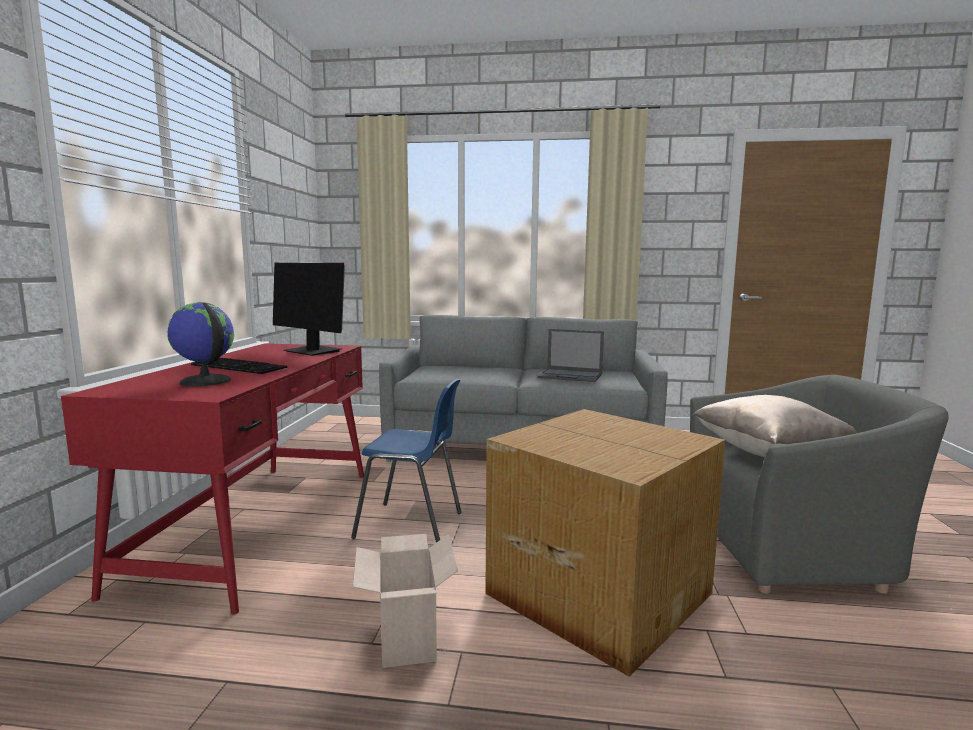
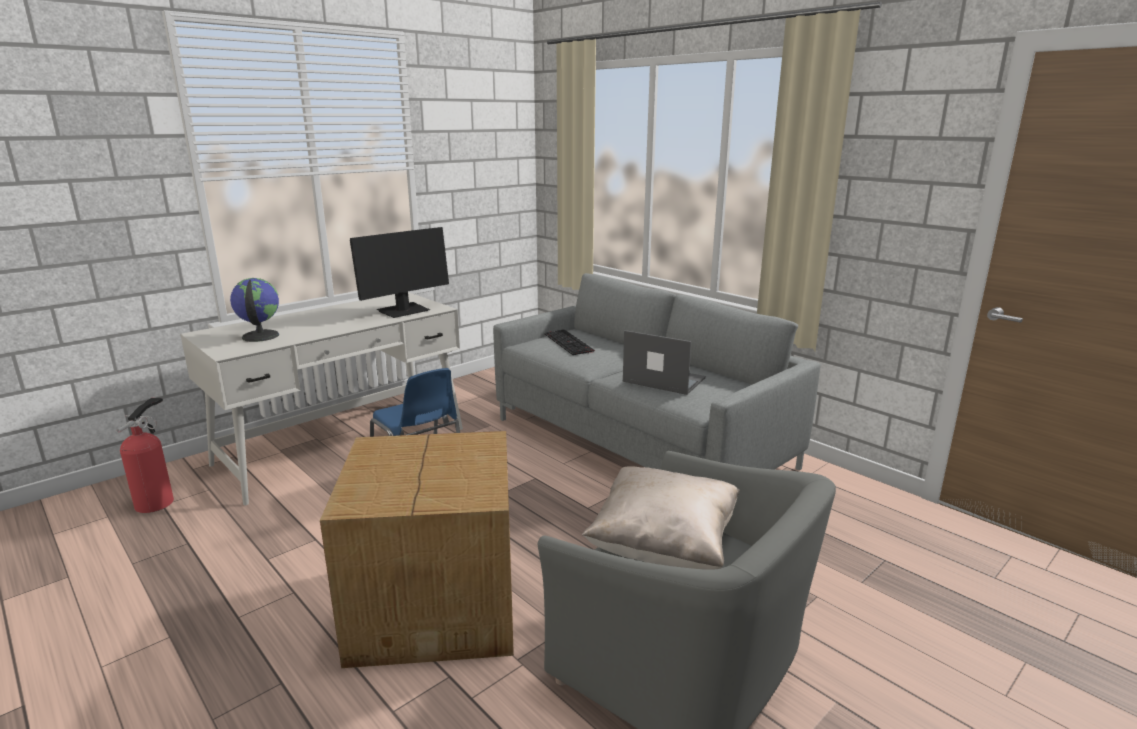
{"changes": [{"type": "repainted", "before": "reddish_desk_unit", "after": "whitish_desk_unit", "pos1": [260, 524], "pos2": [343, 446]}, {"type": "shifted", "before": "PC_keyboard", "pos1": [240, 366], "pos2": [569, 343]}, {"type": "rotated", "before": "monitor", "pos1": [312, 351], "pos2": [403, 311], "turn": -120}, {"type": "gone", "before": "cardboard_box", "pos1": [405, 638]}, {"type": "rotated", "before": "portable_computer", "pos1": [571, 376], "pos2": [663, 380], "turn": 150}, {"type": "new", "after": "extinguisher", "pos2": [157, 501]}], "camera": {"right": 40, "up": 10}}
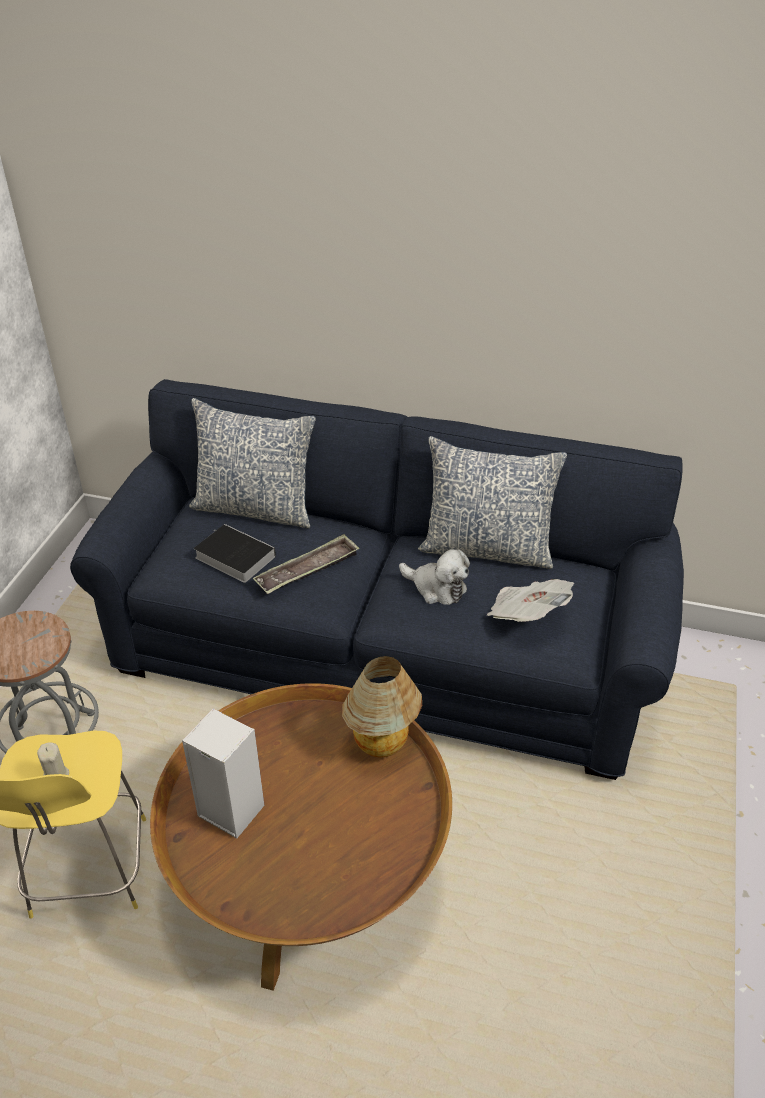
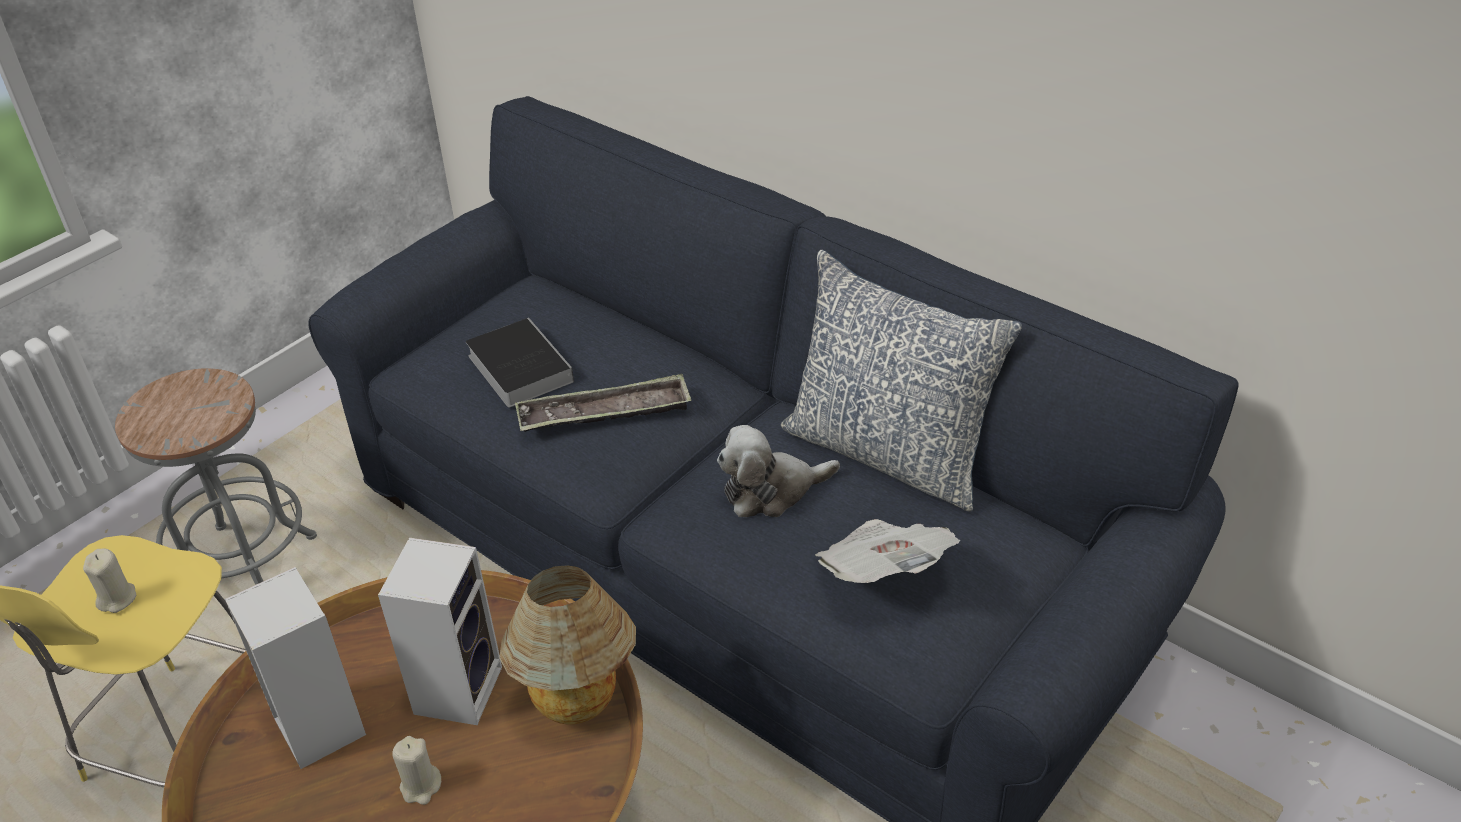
{"changes": [{"type": "gone", "before": "throw_pillow", "pos1": [255, 508]}, {"type": "rotated", "before": "cuddly_toy", "pos1": [436, 588], "pos2": [771, 491], "turn": 105}, {"type": "new", "after": "loudspeaker", "pos2": [458, 687]}, {"type": "new", "after": "beige-coloured_wax_candle", "pos2": [421, 786]}], "camera": {"right": 25, "up": 0}}
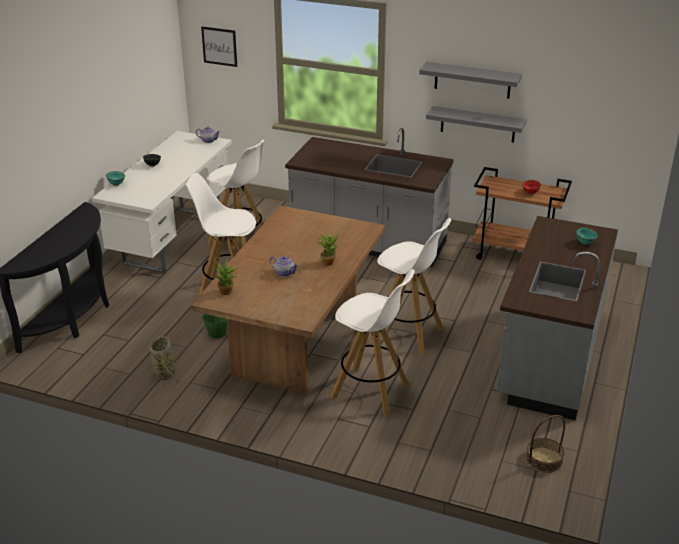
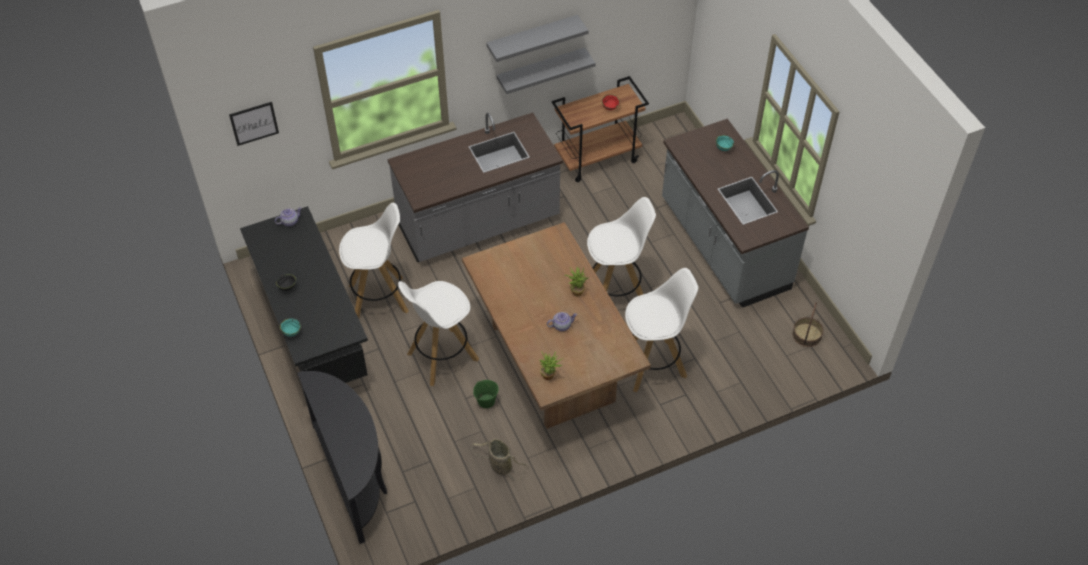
{"changes": [{"type": "repainted", "before": "whitish_desk_unit", "after": "black-coloured_desk_unit", "pos1": [173, 238], "pos2": [313, 335]}], "camera": {"right": -45, "up": 20}}
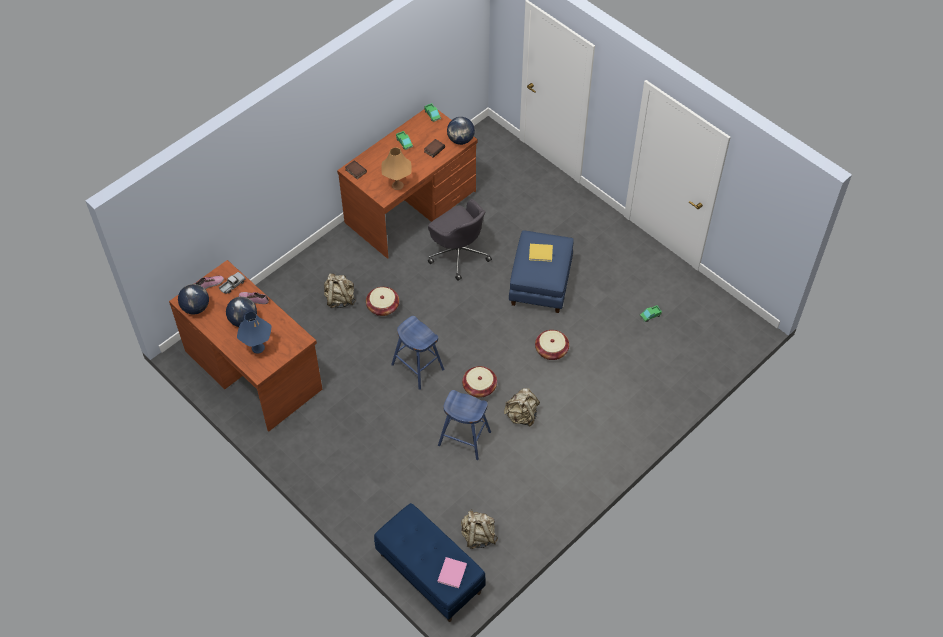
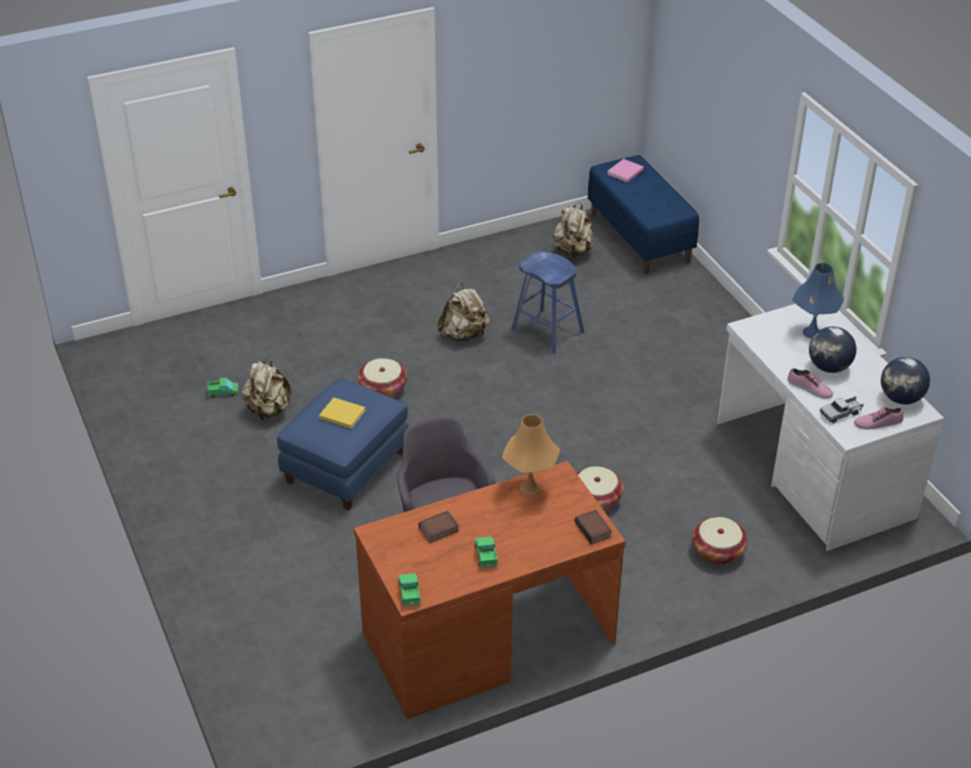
{"changes": [{"type": "repainted", "before": "brown-coloured_desk_unit", "after": "whitish_desk_unit", "pos1": [253, 369], "pos2": [812, 470]}, {"type": "shifted", "before": "beige-coloured_rucksack", "pos1": [339, 299], "pos2": [268, 410]}, {"type": "gone", "before": "blue-coloured_stool", "pos1": [418, 367]}, {"type": "gone", "before": "globe", "pos1": [461, 140]}, {"type": "shifted", "before": "household_basket", "pos1": [479, 387], "pos2": [718, 551]}], "camera": {"right": -160, "up": -15}}
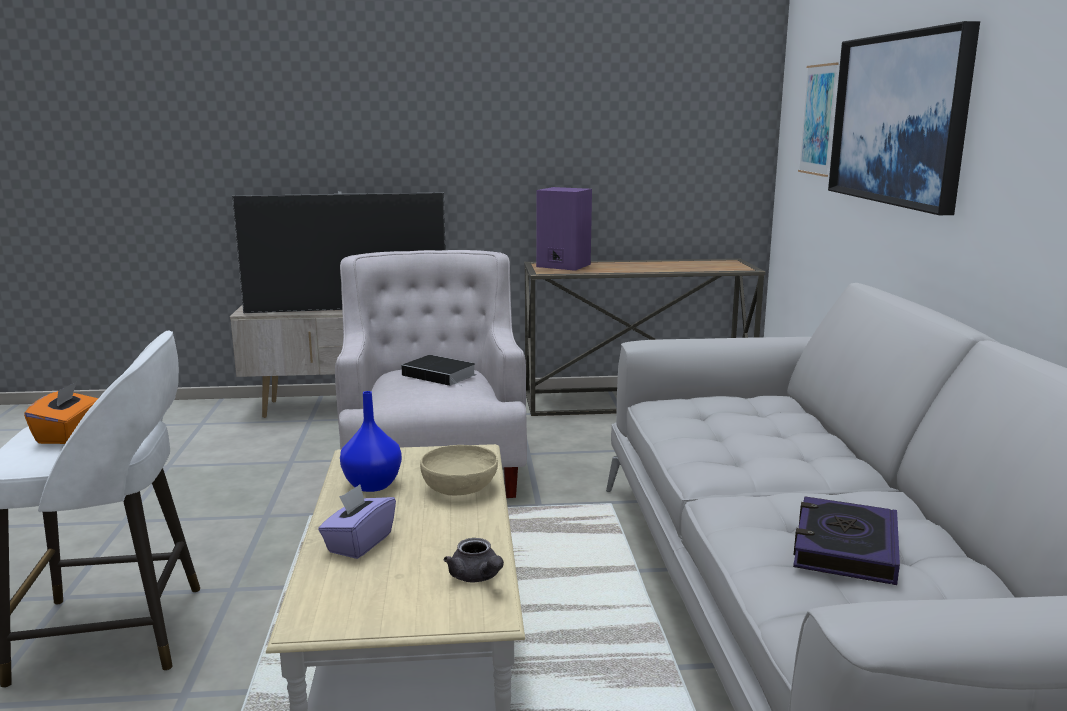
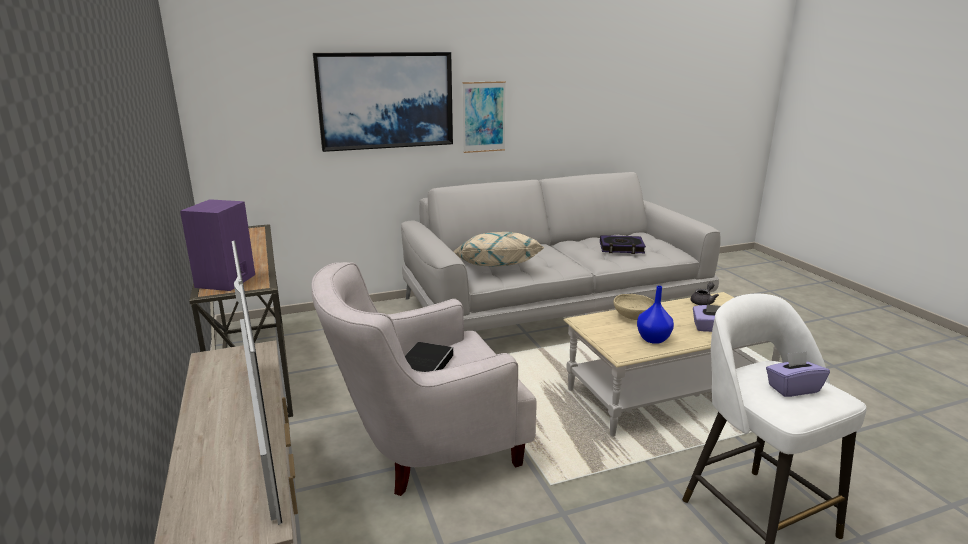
{"changes": [{"type": "repainted", "before": "orangey_tissue_holder", "after": "purple-coloured_tissue_holder", "pos1": [69, 434], "pos2": [792, 388]}, {"type": "shifted", "before": "picture", "pos1": [818, 120], "pos2": [484, 117]}, {"type": "new", "after": "beige-coloured_throw_pillow", "pos2": [495, 266]}], "camera": {"right": -105, "up": 5}}
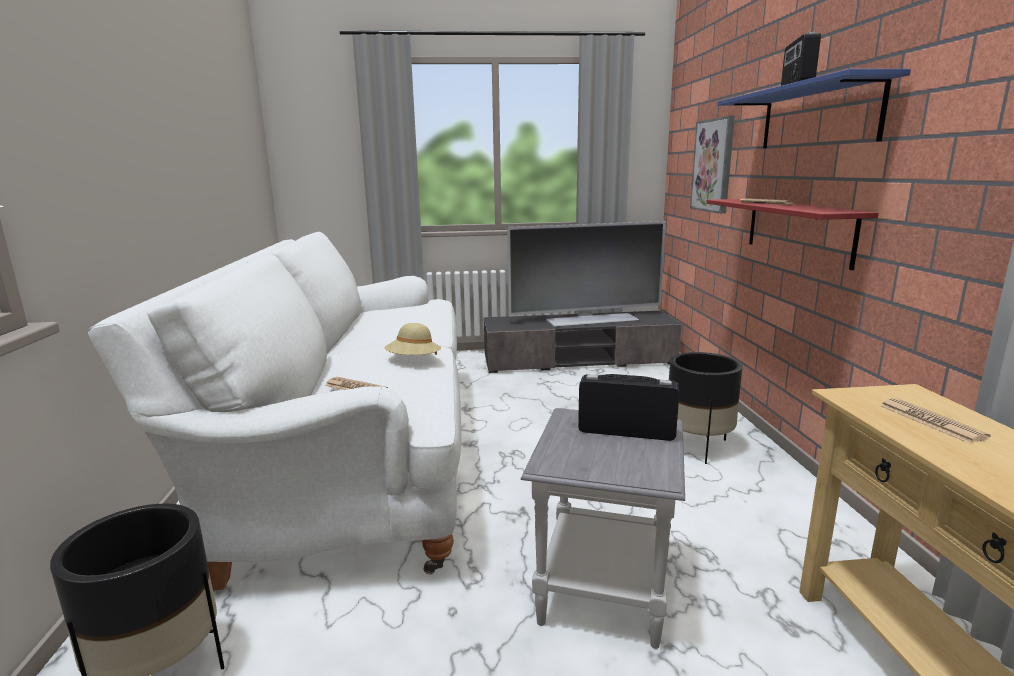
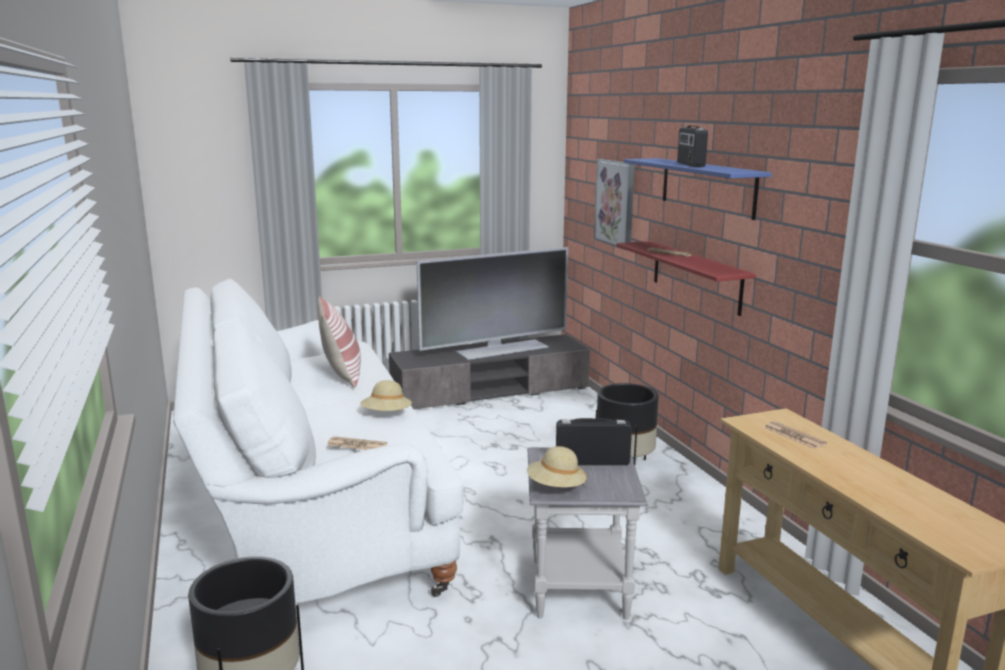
{"changes": [{"type": "new", "after": "throw_pillow", "pos2": [342, 375]}, {"type": "new", "after": "beige-coloured_wearable_hat", "pos2": [556, 487]}], "camera": {"right": -15, "up": 0}}
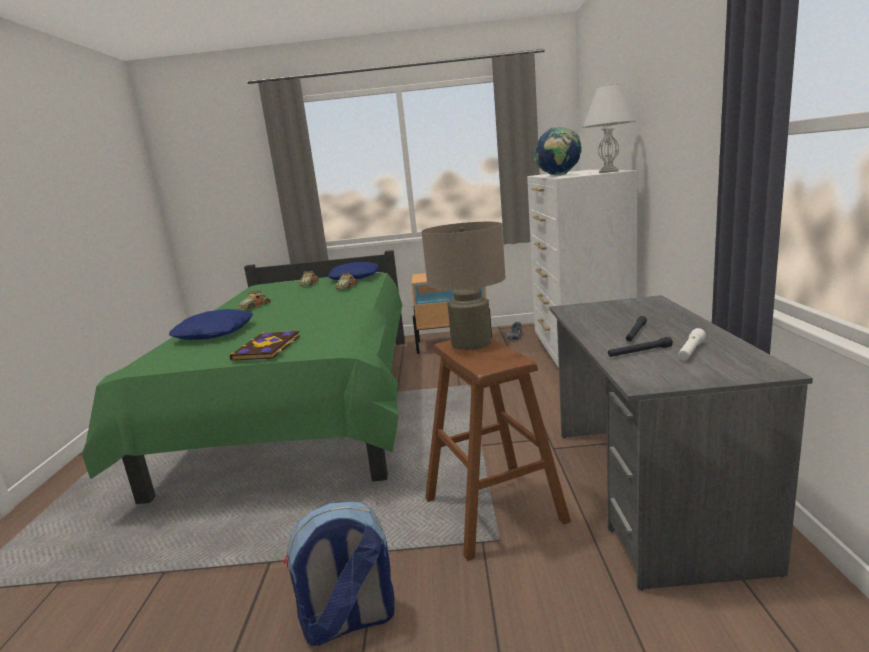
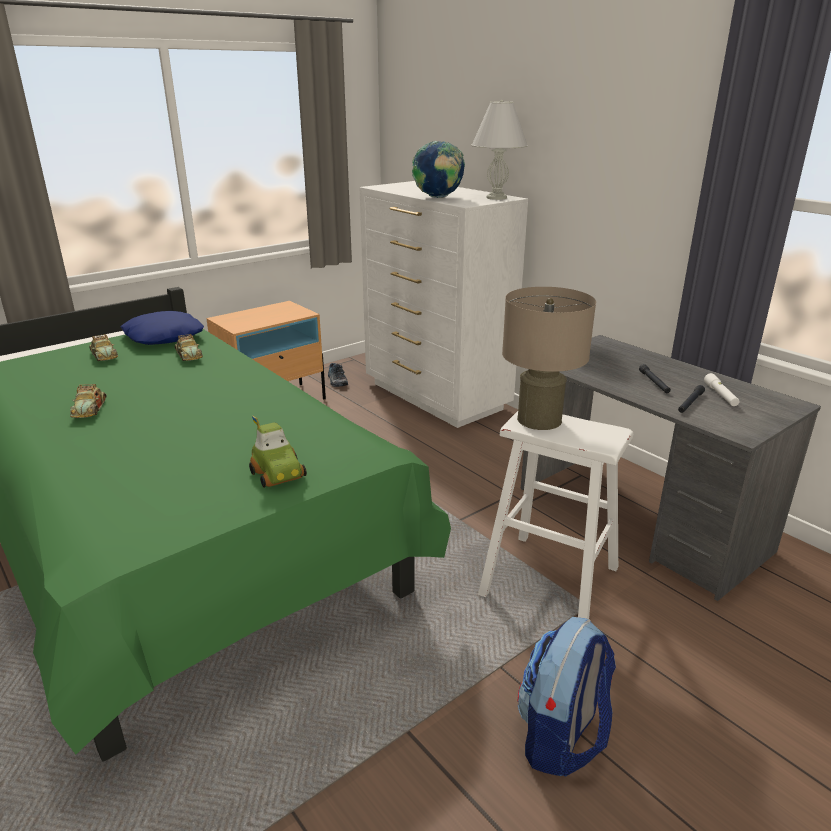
{"changes": [{"type": "gone", "before": "blue-coloured_throw_pillow", "pos1": [215, 333]}, {"type": "swapped", "before": "volume", "after": "model_car", "pos1": [268, 348], "pos2": [279, 474]}, {"type": "repainted", "before": "brown-coloured_stool", "after": "whitish_stool", "pos1": [493, 510], "pos2": [549, 581]}], "camera": {"right": -40, "up": 10}}
